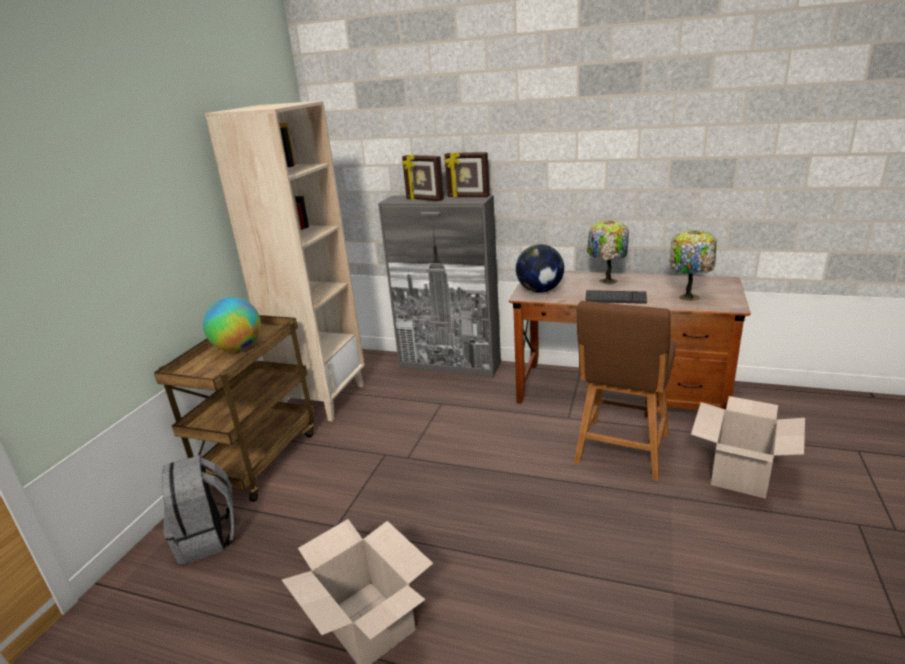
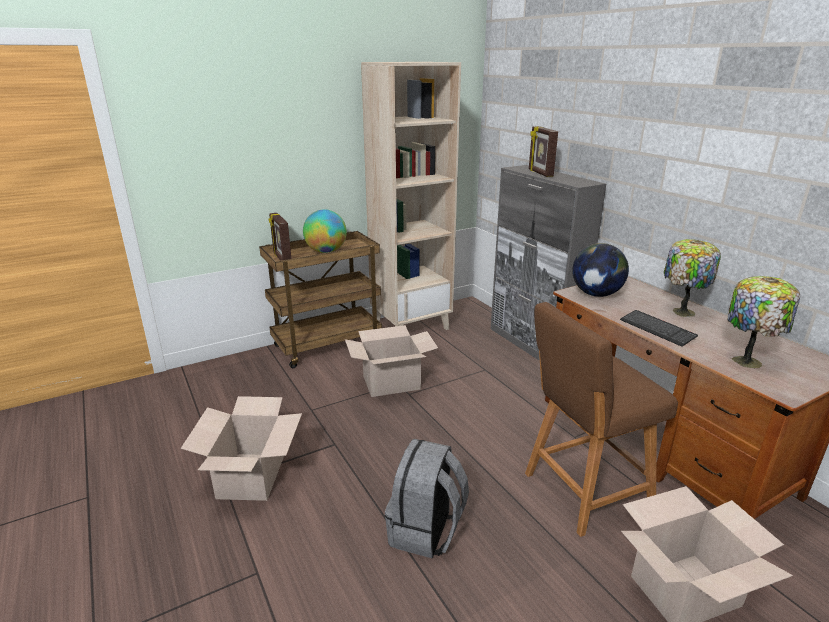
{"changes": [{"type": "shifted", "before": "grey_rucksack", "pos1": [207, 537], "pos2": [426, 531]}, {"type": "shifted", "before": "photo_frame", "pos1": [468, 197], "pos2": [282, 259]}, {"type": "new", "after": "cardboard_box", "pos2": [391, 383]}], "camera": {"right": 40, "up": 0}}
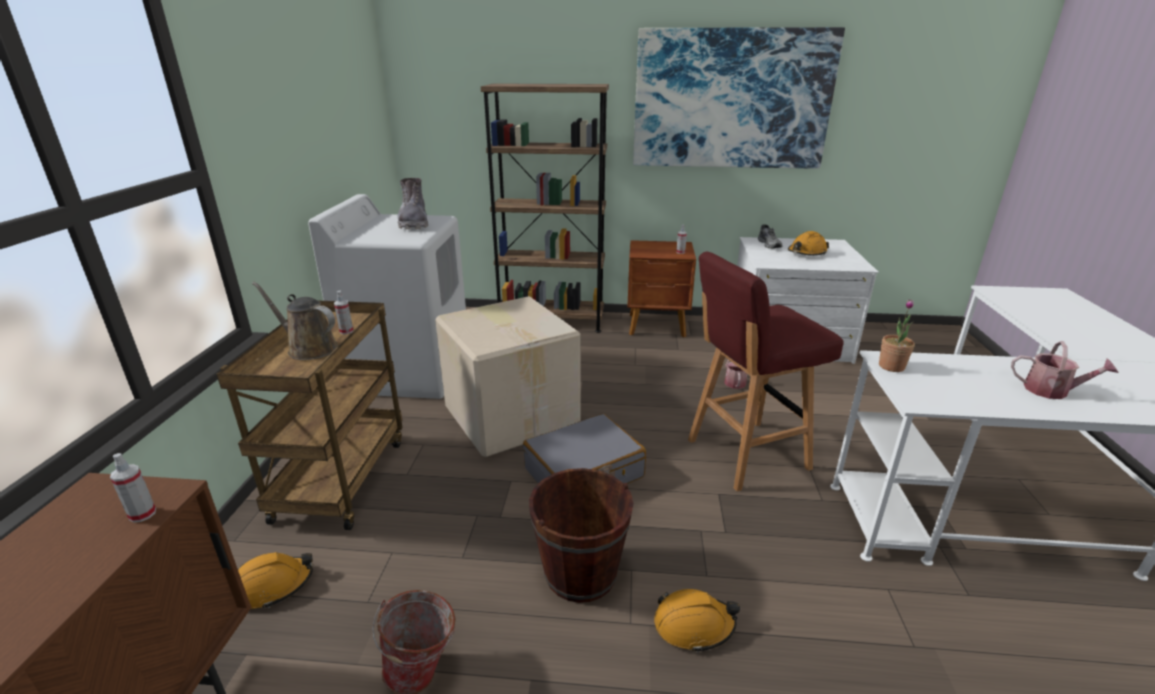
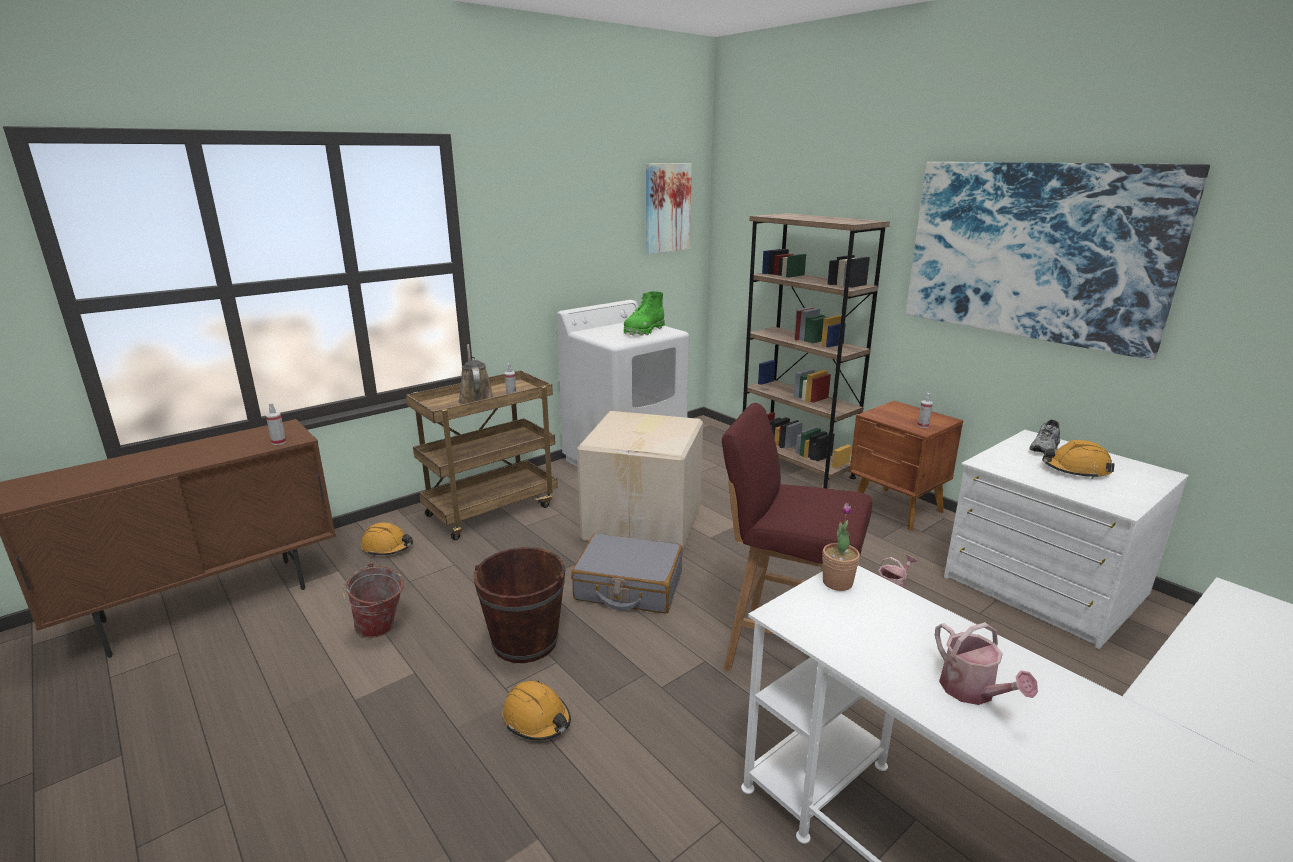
{"changes": [{"type": "repainted", "before": "grey_boot", "after": "green-coloured_boot", "pos1": [414, 223], "pos2": [643, 331]}, {"type": "new", "after": "picture", "pos2": [667, 208]}], "camera": {"right": 45, "up": -5}}
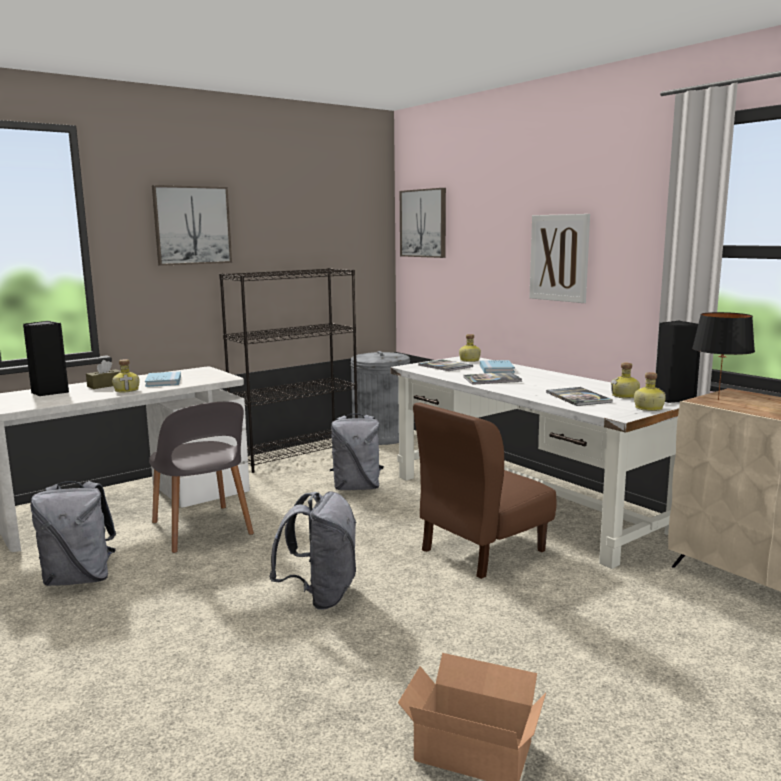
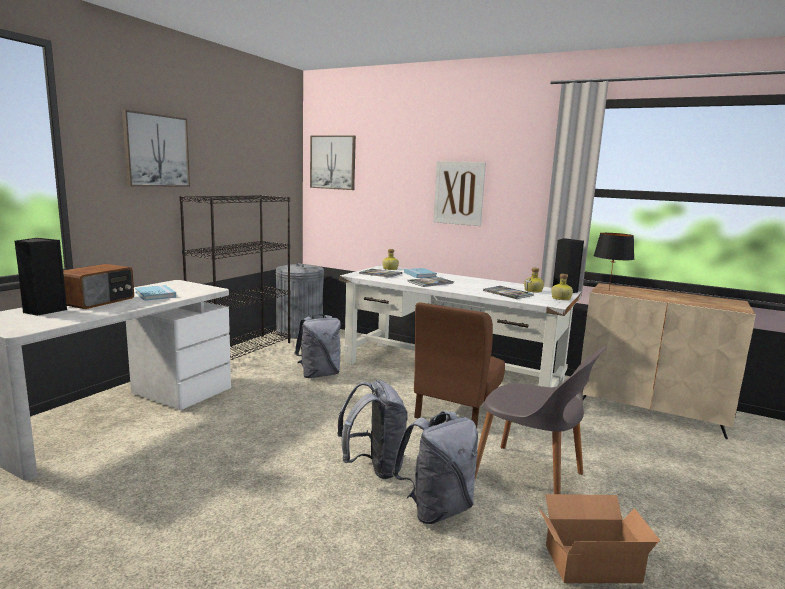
{"changes": [{"type": "shifted", "before": "grey_rucksack", "pos1": [80, 579], "pos2": [436, 509]}, {"type": "swapped", "before": "brown-coloured_tissue_holder", "after": "radio", "pos1": [105, 385], "pos2": [98, 301]}, {"type": "gone", "before": "beverage_bottle", "pos1": [127, 390]}, {"type": "shifted", "before": "grey_plain_chair", "pos1": [202, 529], "pos2": [531, 477]}], "camera": {"right": -25, "up": 0}}
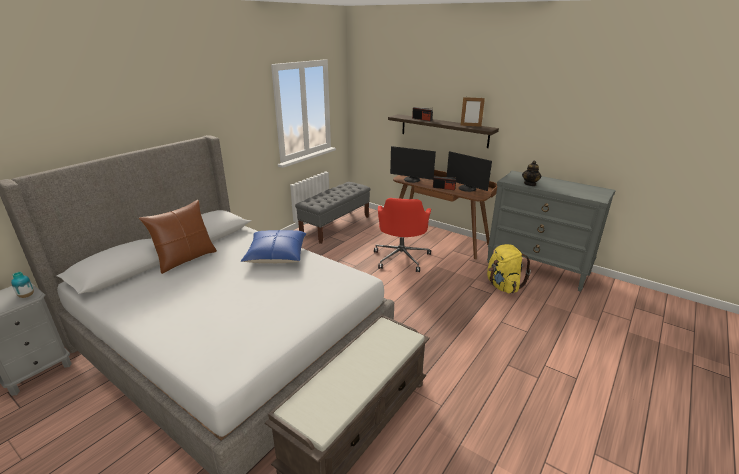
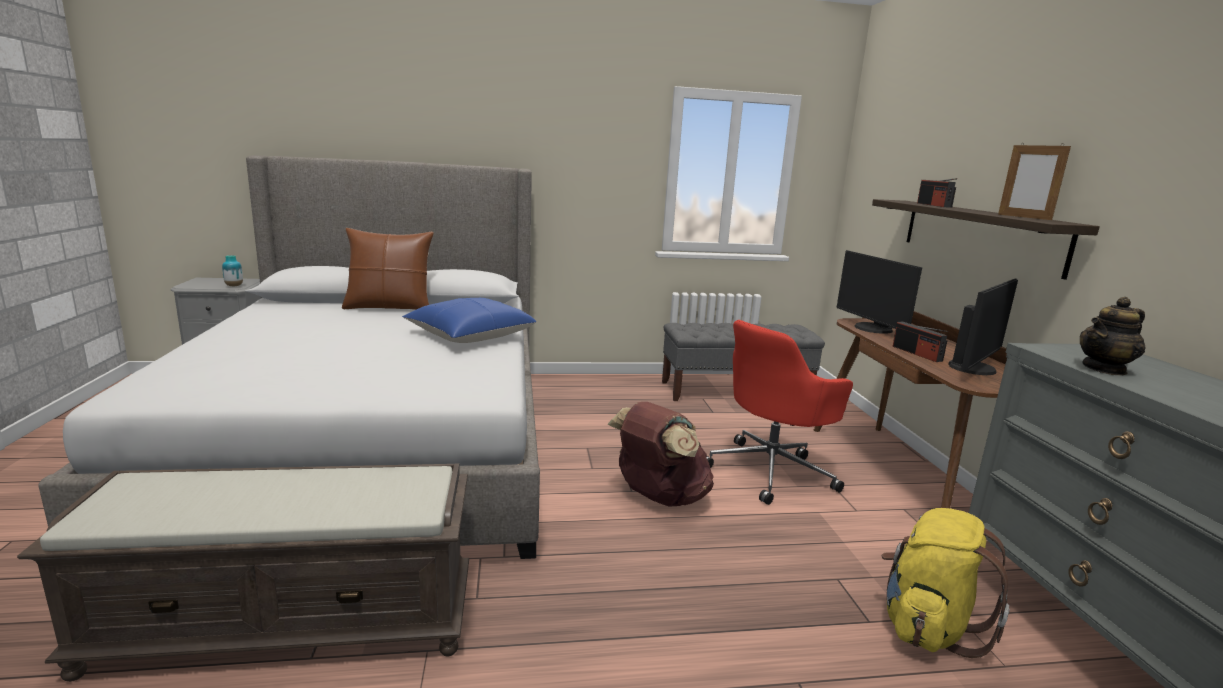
{"changes": [{"type": "rotated", "before": "monitor", "pos1": [466, 189], "pos2": [974, 368], "turn": -135}, {"type": "new", "after": "brown-coloured_rucksack", "pos2": [659, 497]}], "camera": {"right": 45, "up": -10}}
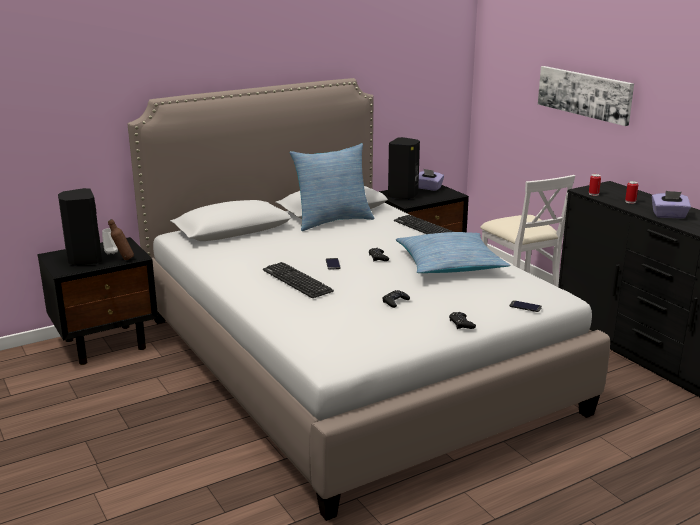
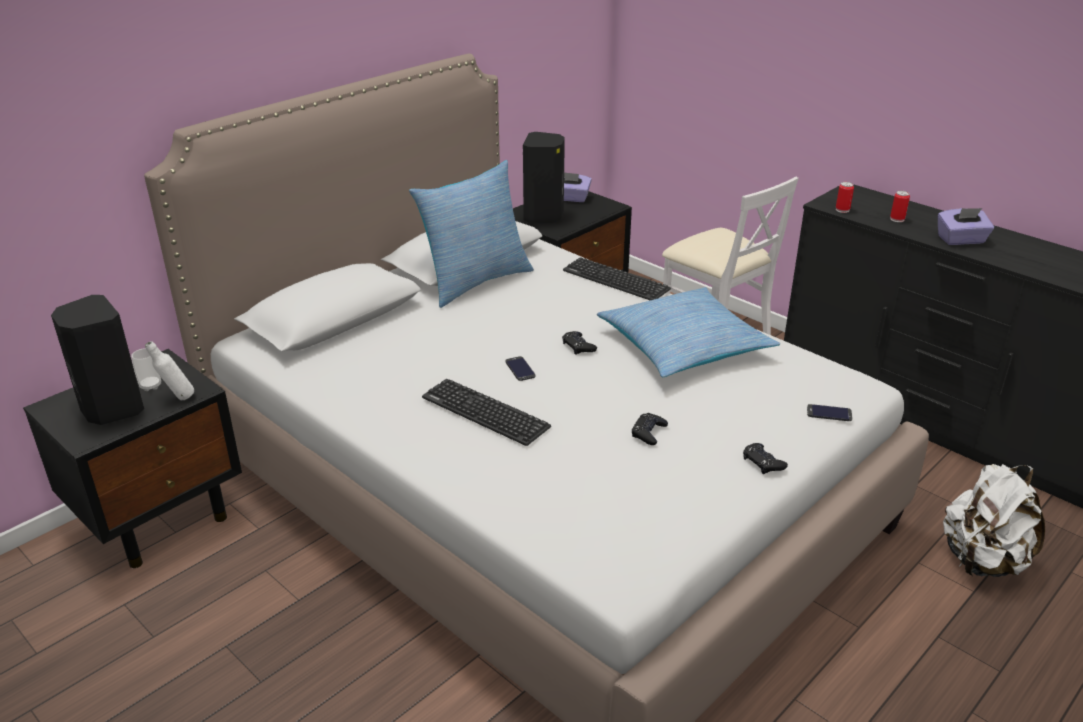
{"changes": [{"type": "repainted", "before": "brown-coloured_beverage_bottle", "after": "whitish_beverage_bottle", "pos1": [123, 259], "pos2": [177, 399]}, {"type": "gone", "before": "picture", "pos1": [584, 94]}, {"type": "new", "after": "whitish_rucksack", "pos2": [982, 561]}], "camera": {"right": -15, "up": 10}}
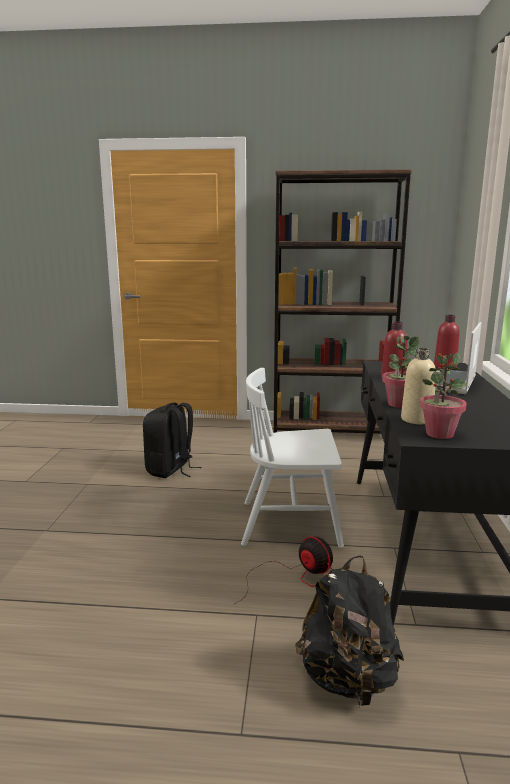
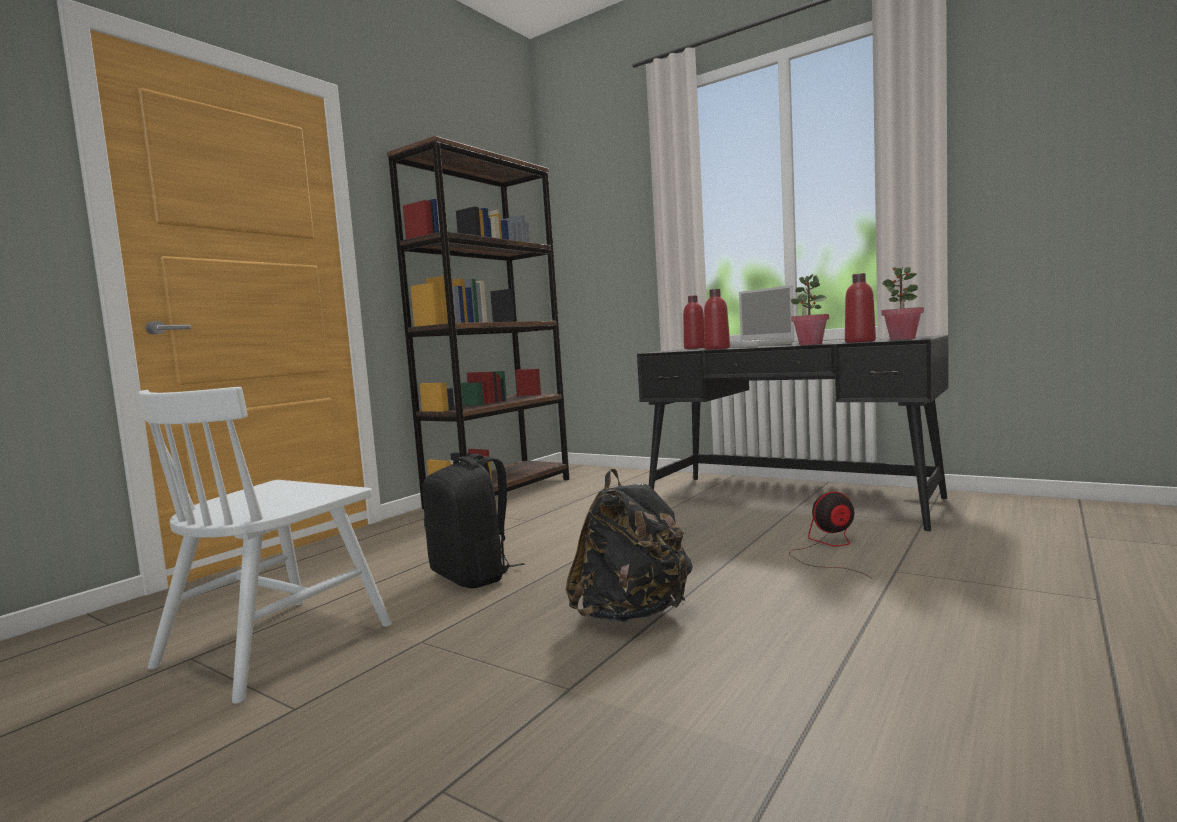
{"changes": [{"type": "shifted", "before": "whitish_plain_chair", "pos1": [291, 523], "pos2": [276, 645]}, {"type": "shifted", "before": "black-coloured_rucksack", "pos1": [347, 679], "pos2": [632, 614]}, {"type": "repainted", "before": "beige-coloured_beverage_bottle", "after": "reddish_beverage_bottle", "pos1": [416, 419], "pos2": [860, 341]}], "camera": {"right": -60, "up": -10}}
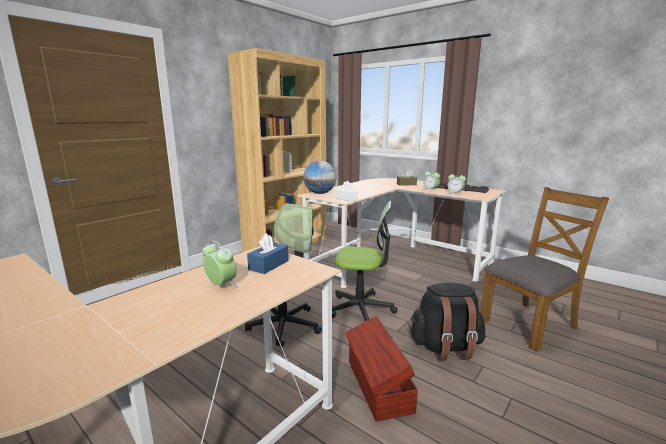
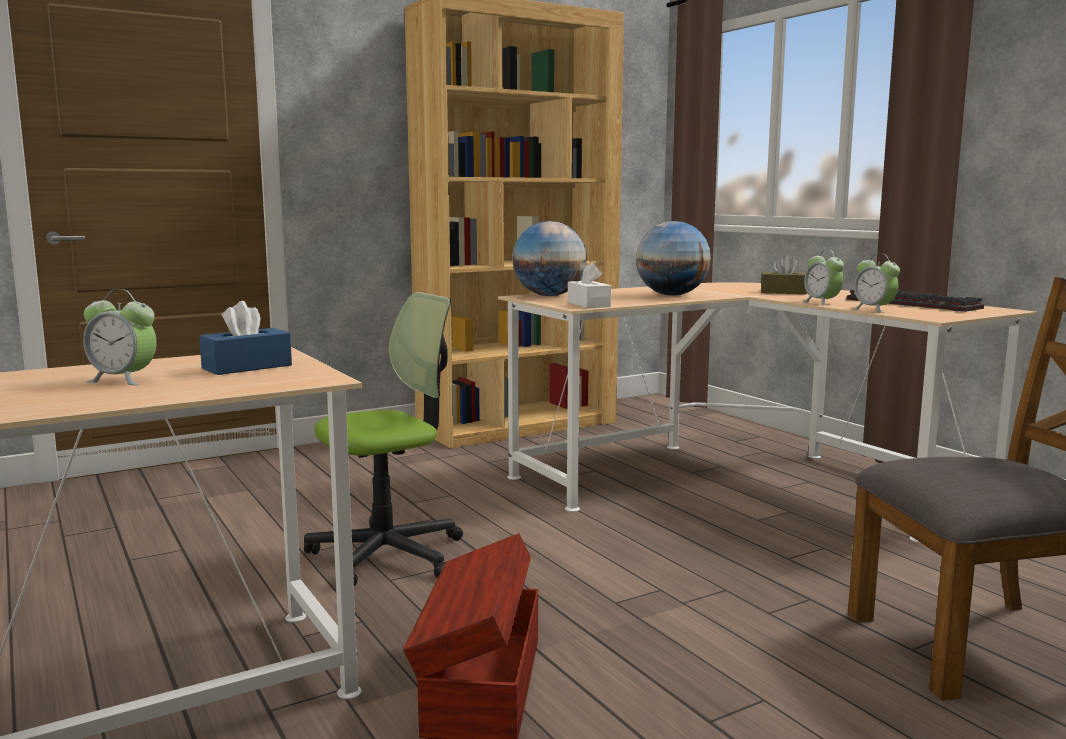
{"changes": [{"type": "rotated", "before": "bedside_clock", "pos1": [221, 285], "pos2": [123, 380], "turn": 135}, {"type": "gone", "before": "office_chair", "pos1": [361, 309]}, {"type": "gone", "before": "black-coloured_rucksack", "pos1": [445, 347]}, {"type": "new", "after": "globe", "pos2": [672, 295]}], "camera": {"right": 20, "up": -5}}
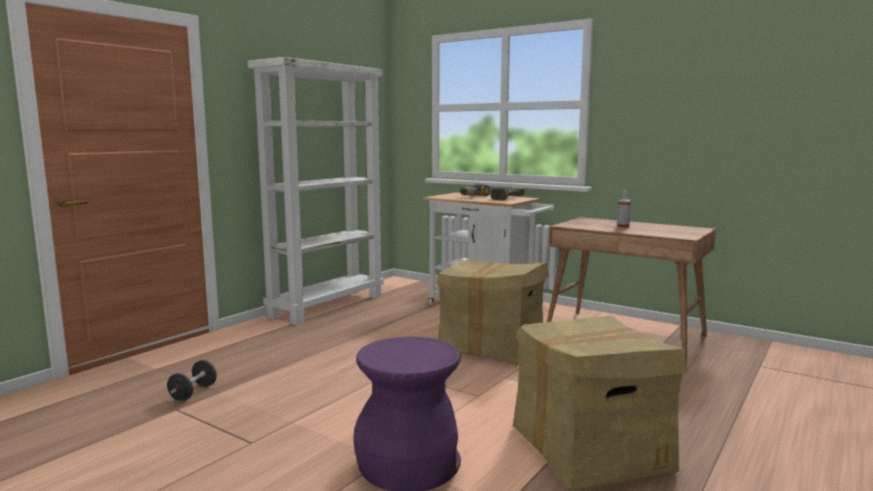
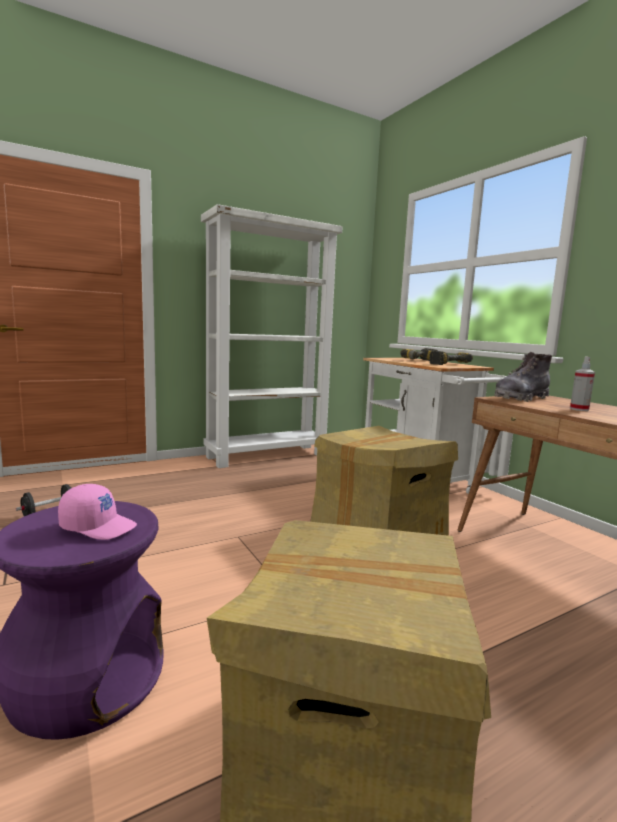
{"changes": [{"type": "new", "after": "pink-coloured_baseball_cap", "pos2": [99, 526]}, {"type": "new", "after": "grey_boot", "pos2": [520, 398]}], "camera": {"right": 25, "up": 0}}
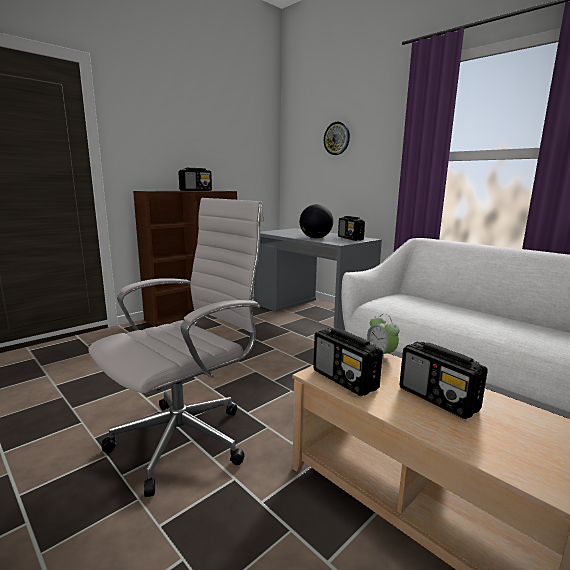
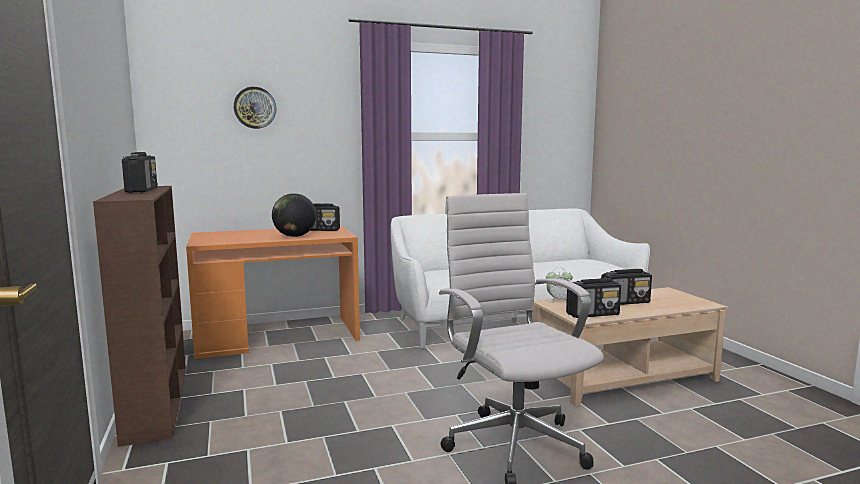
{"changes": [{"type": "repainted", "before": "grey_desk_unit", "after": "orangey_desk_unit", "pos1": [311, 310], "pos2": [277, 335]}], "camera": {"right": -65, "up": -5}}
